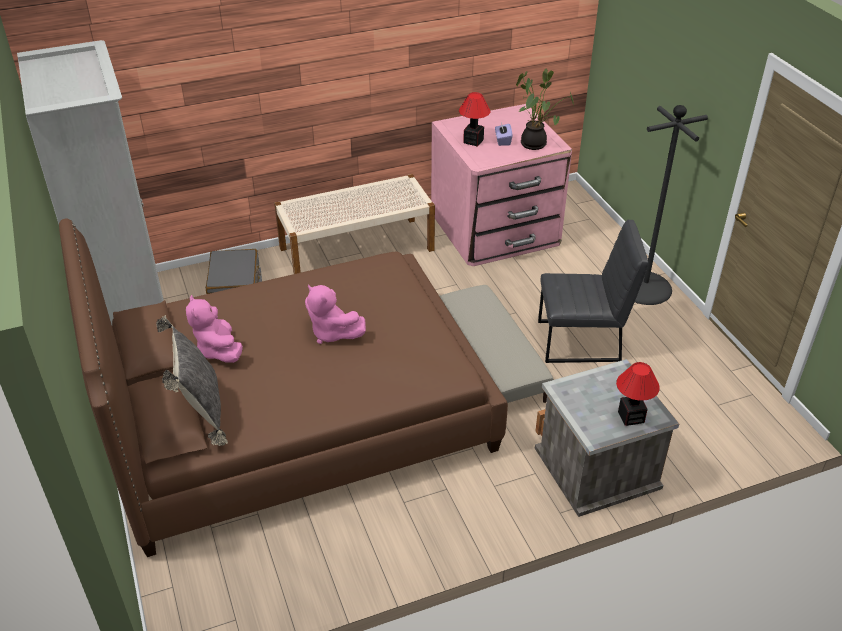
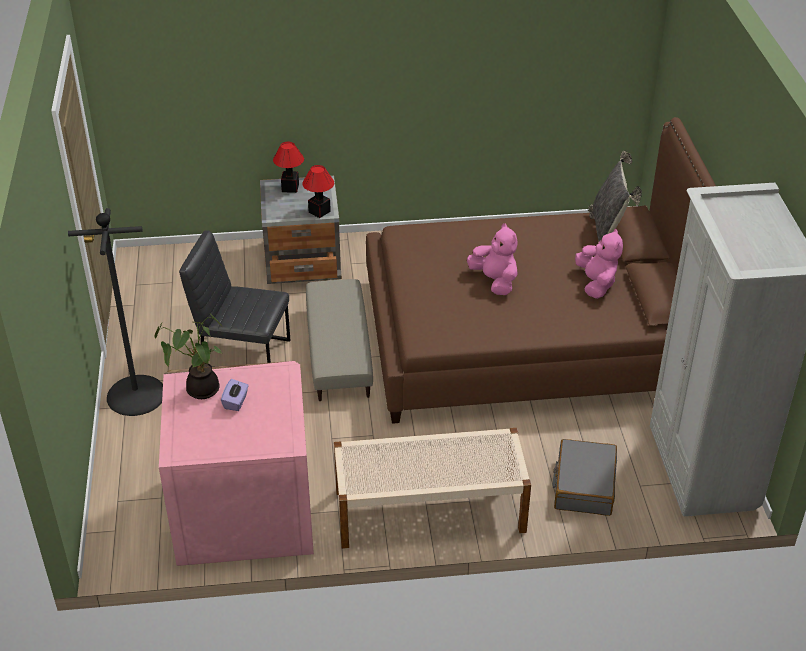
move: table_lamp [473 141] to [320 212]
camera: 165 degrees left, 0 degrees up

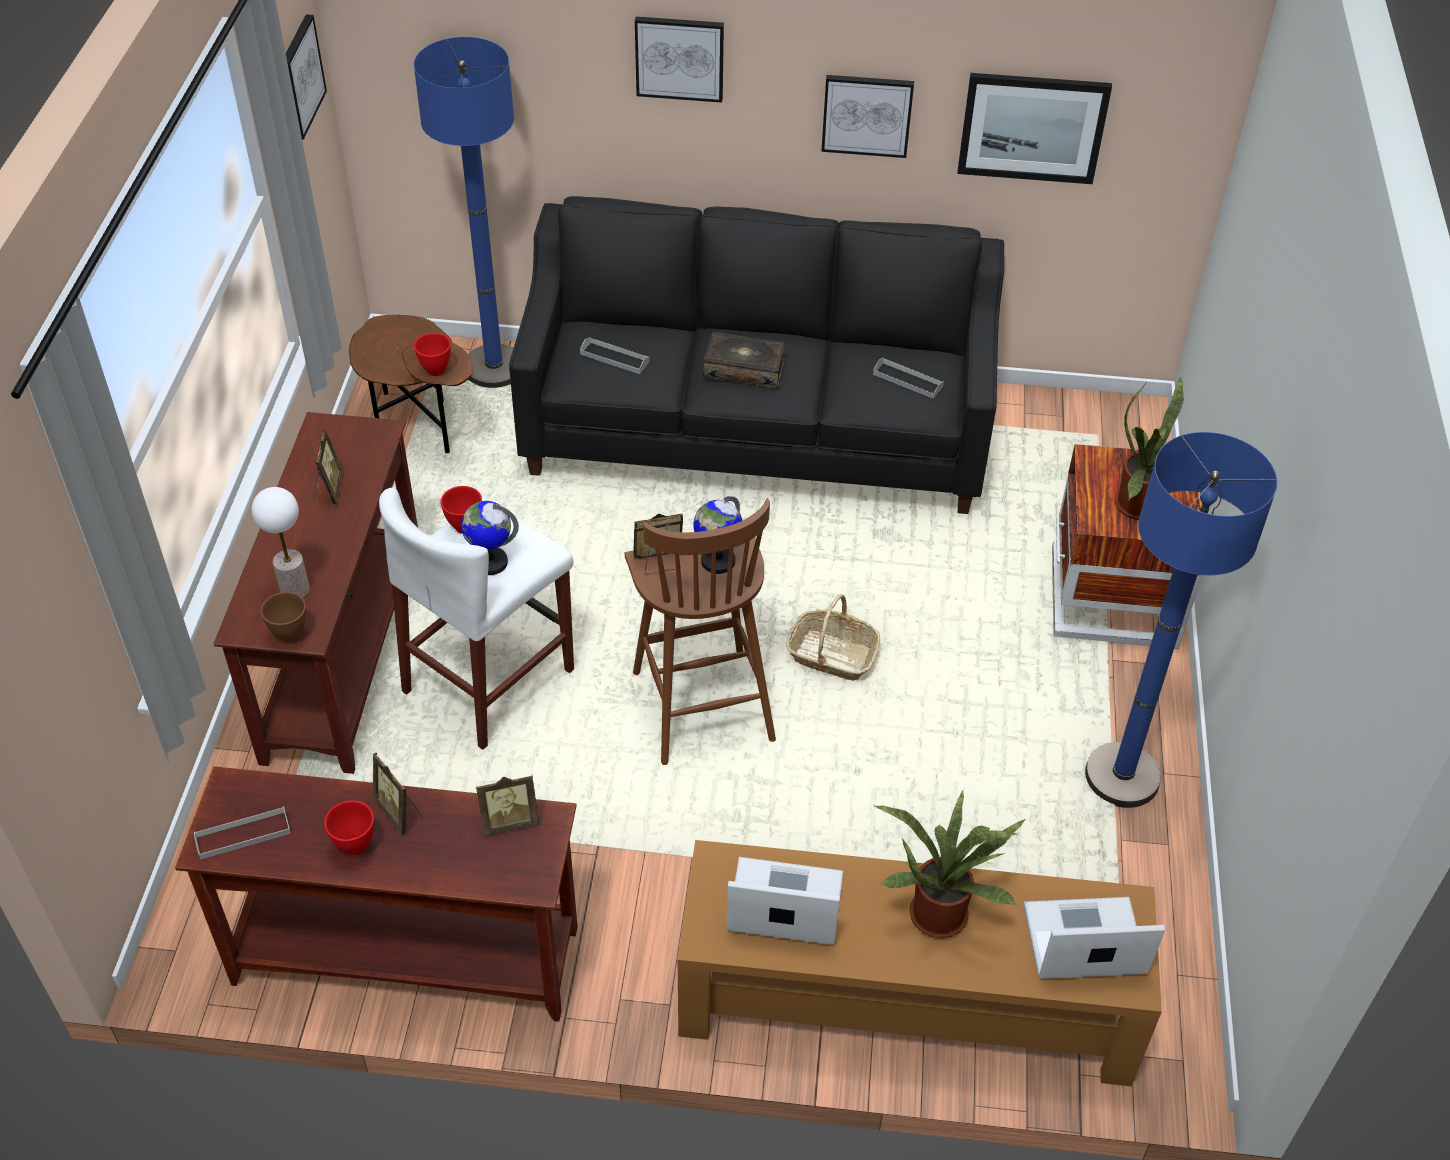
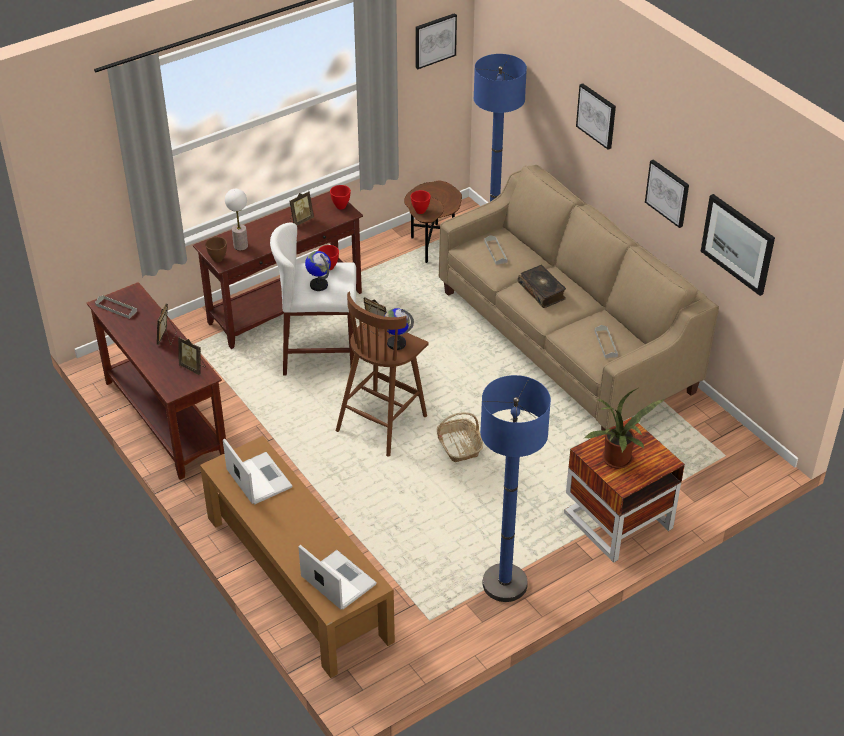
delete: potted_plant [940 910]
move: reddish_serving_bowl [355 845] to [341 206]
recolor: black-coloured_sofa [758 431] to beige_sofa [566 342]
camera: 50 degrees right, 5 degrees down

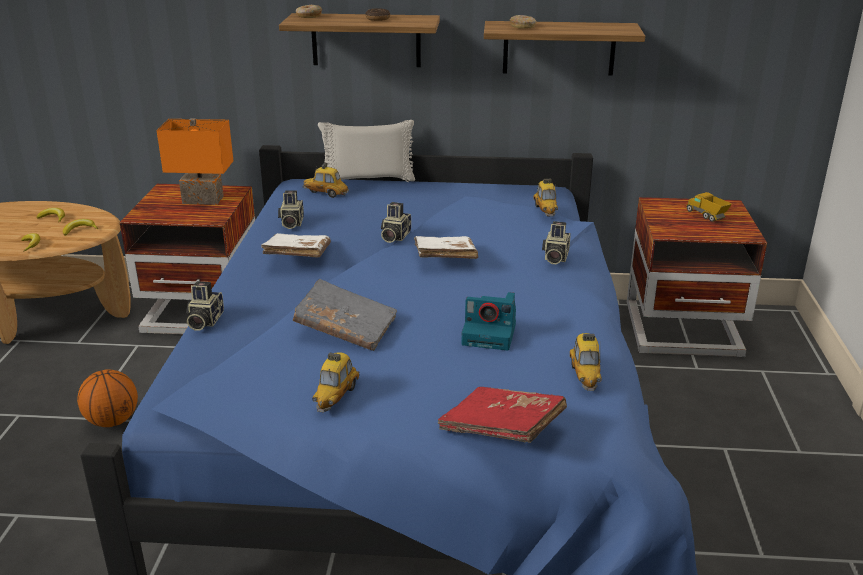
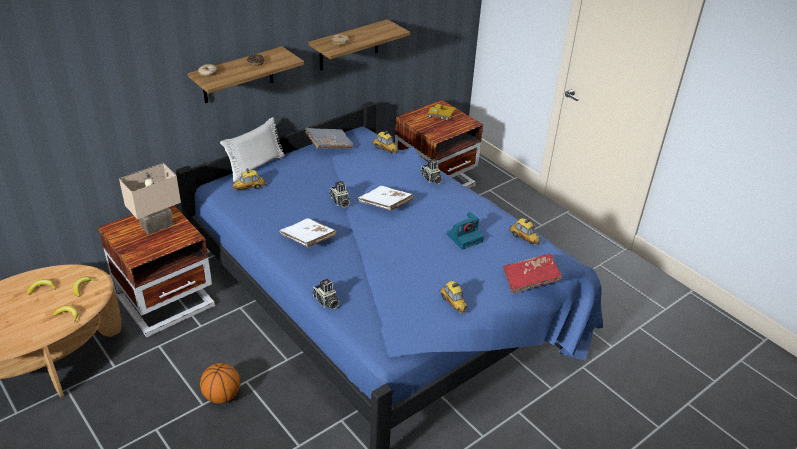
delete: still_camera [291 223]
move: greyish_volume [346 329] to [329 145]
recolor: orange_table_lamp [204 199] to beige_table_lamp [156 224]
camera: 45 degrees left, 10 degrees up

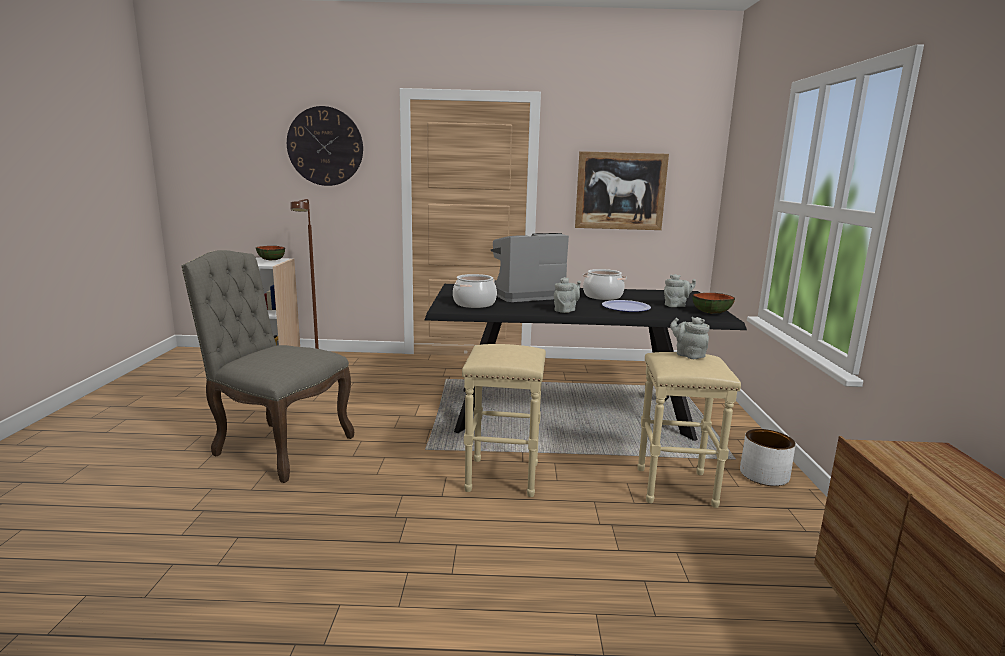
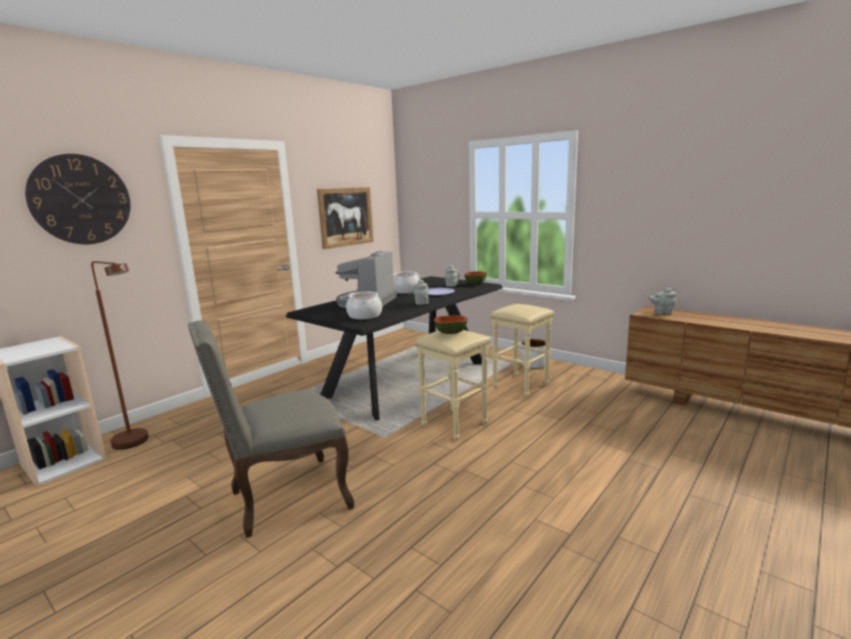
move: serving_bowl [271 260] to [450 333]; greyish_teapot [688 355] to [661 312]
camera: 50 degrees left, 0 degrees up

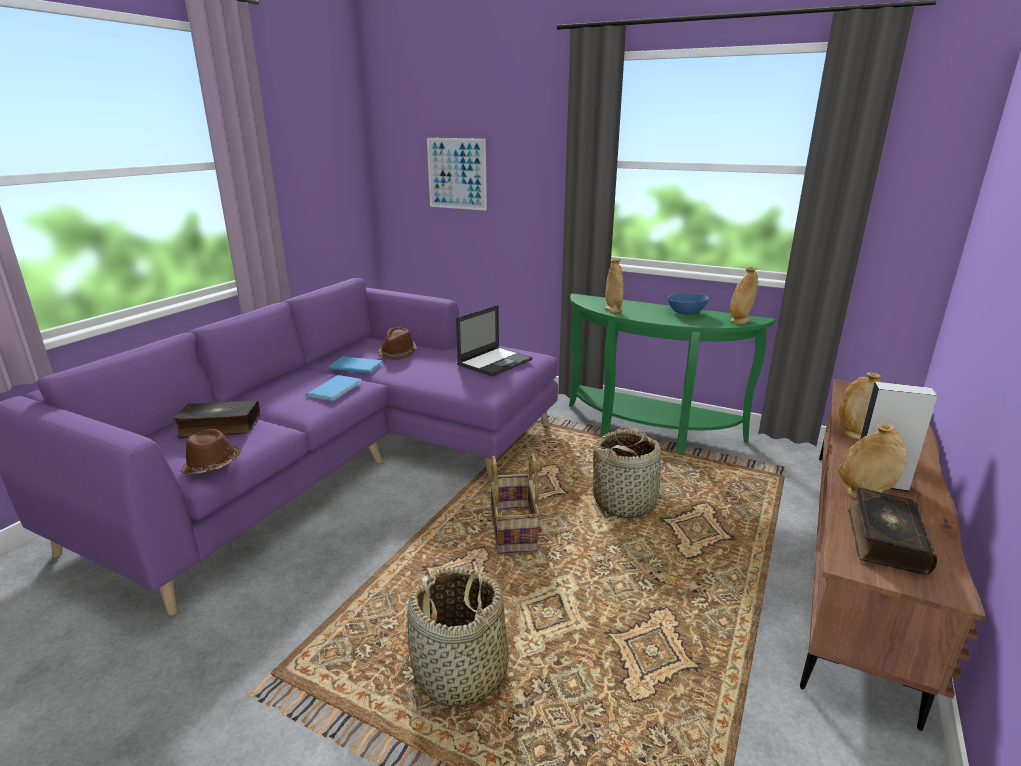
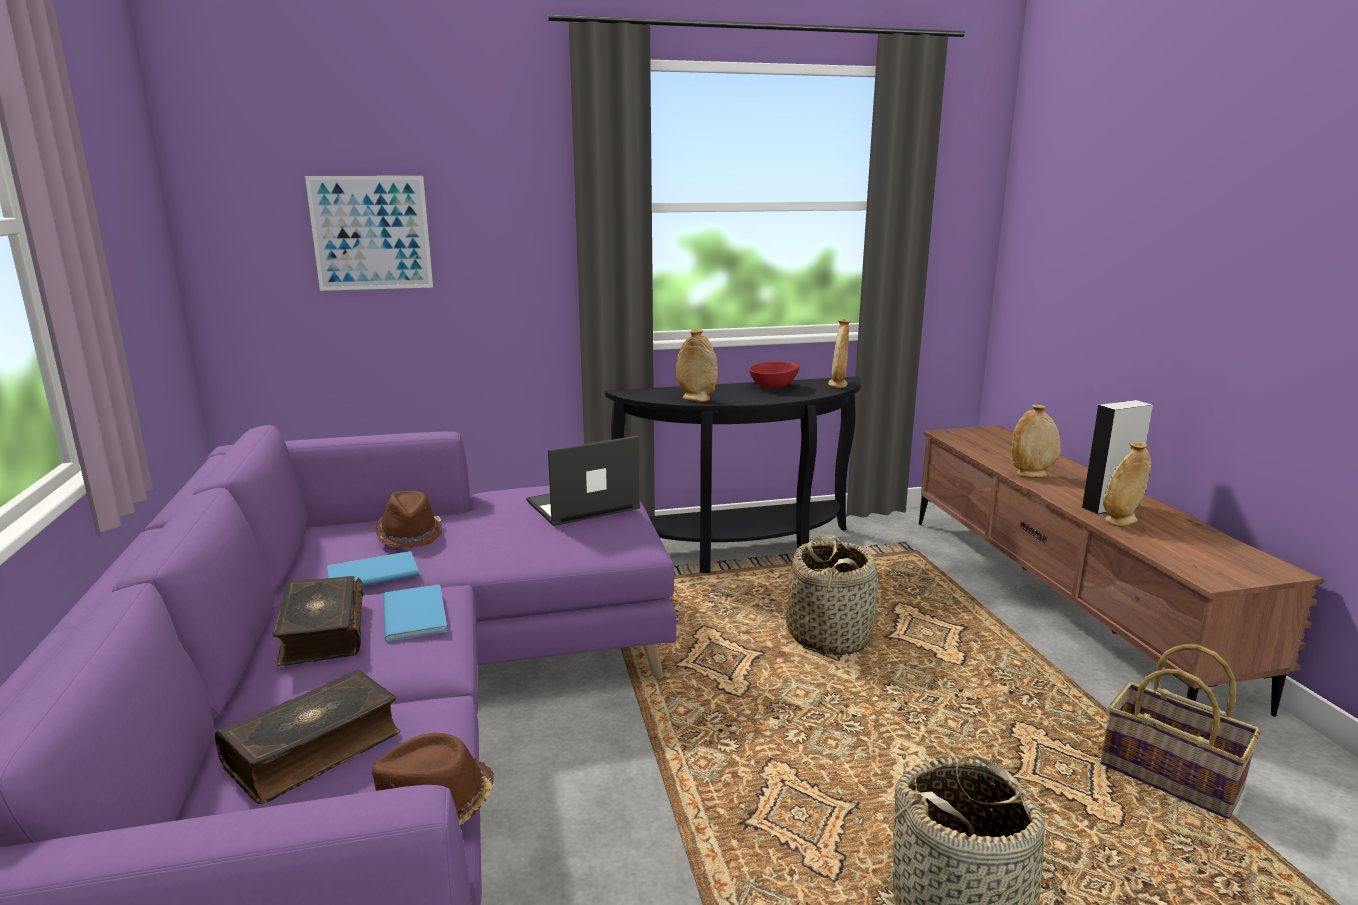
move: basket [514 530] to [1171 776]; volume [884 540] to [321 633]
recolor: green-coloured_console_table [648 432] to black-coloured_console_table [742 552]; blue-coloured_serving_bowl [687 313] to reddish_serving_bowl [773 386]
rotate: portable_computer [495 361] = [581 505] 120 degrees counterclockwise
camera: 40 degrees left, 5 degrees down

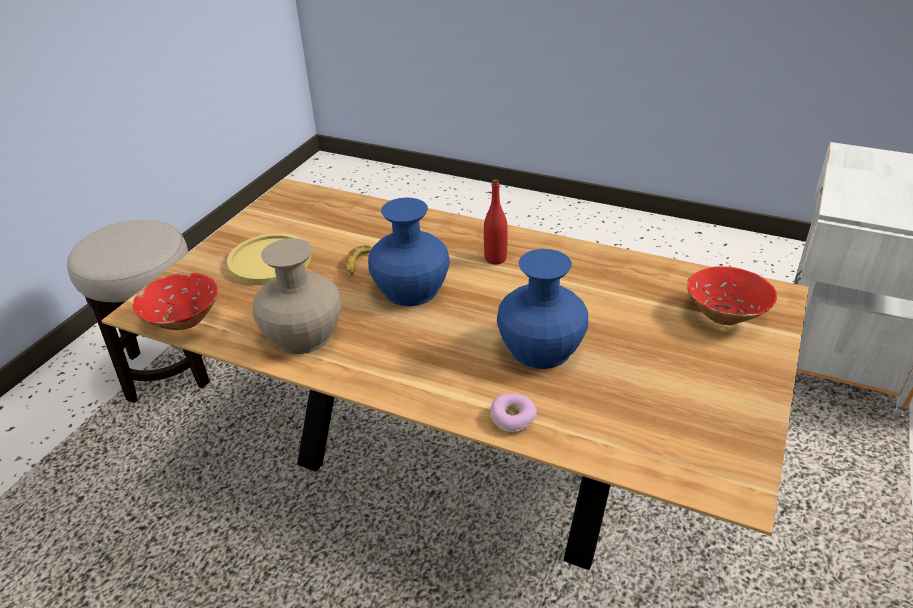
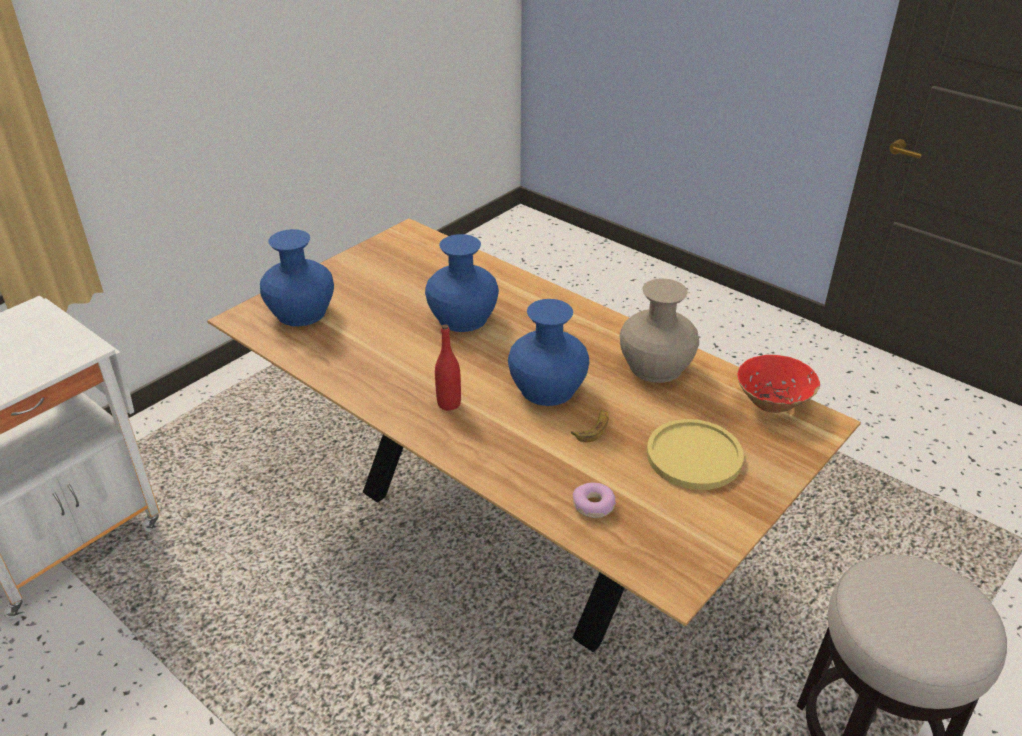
move: doughnut [512 418] to [593 505]
replace: reddish_serving_bowl [725 315] to blue-coloured_vase [301 312]
camera: 165 degrees left, 0 degrees up

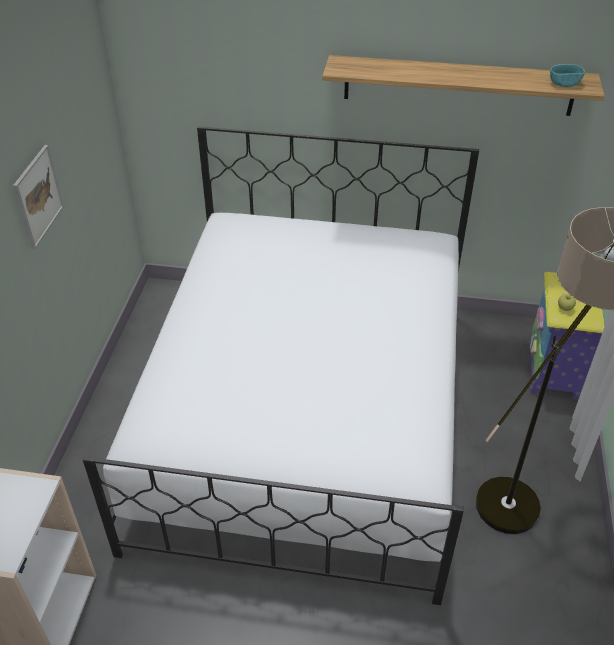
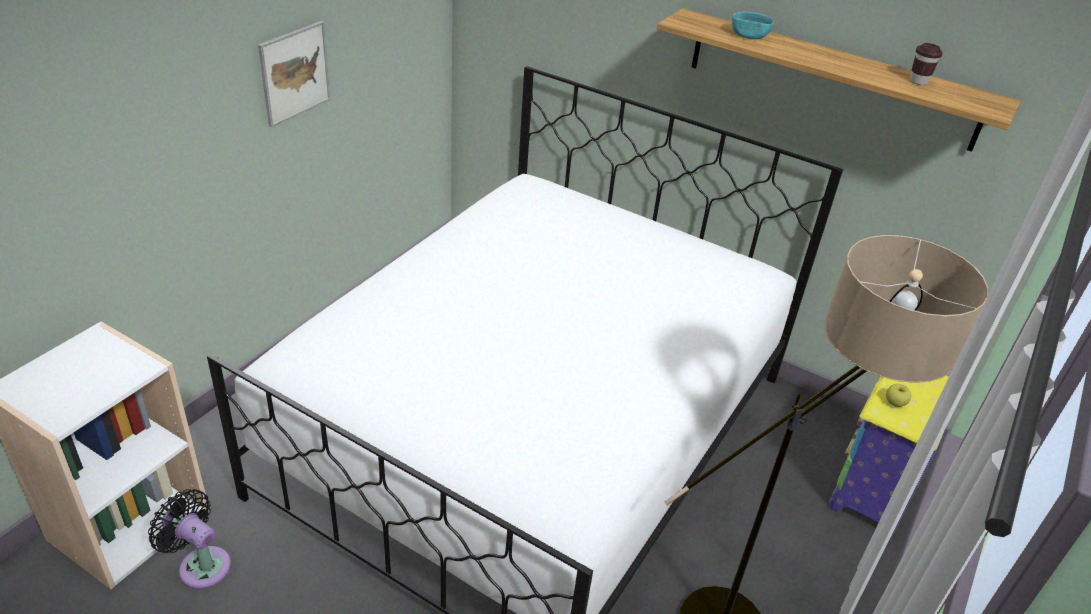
insert: black-coloured_cooling_fan [201 564]; brownish_drinking_cup [918 82]
move: turquoise_serving_bowl [564 83] to [749 36]
camera: 20 degrees right, 5 degrees down

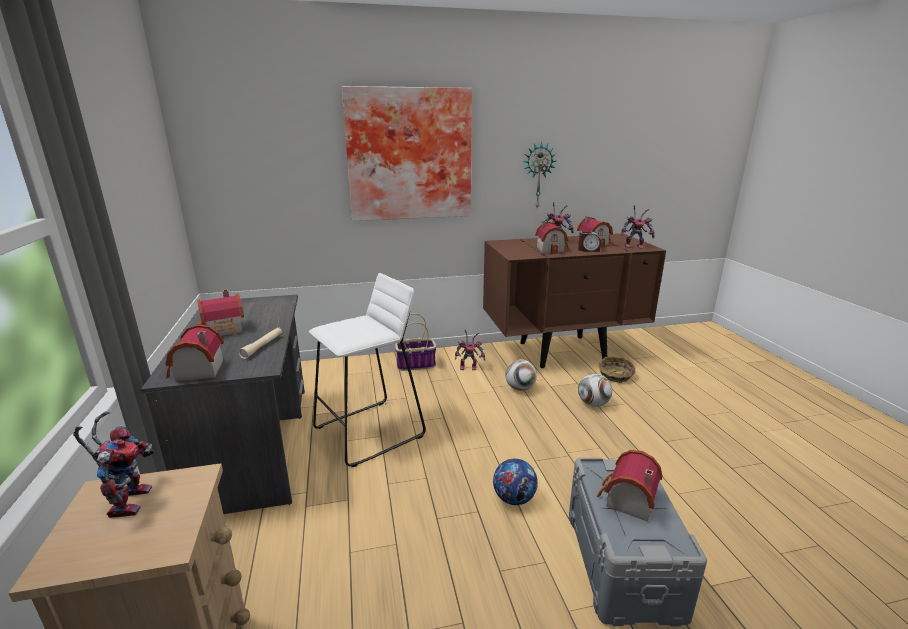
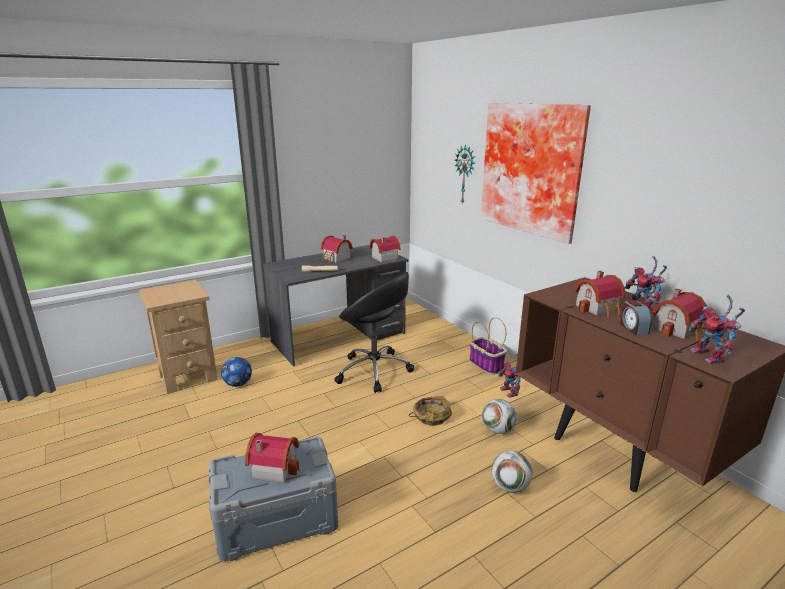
delete: model_robot [128 499]
move: model_house [196 371] to [383 258]; football [514 498] to [238 384]; hanging_clock [538 175] to [465 174]; basket [615 375] to [431 416]
replace: white_stool_seat [370 432] to black-coloured_computer_chair [375 371]
camera: 70 degrees right, 0 degrees up

